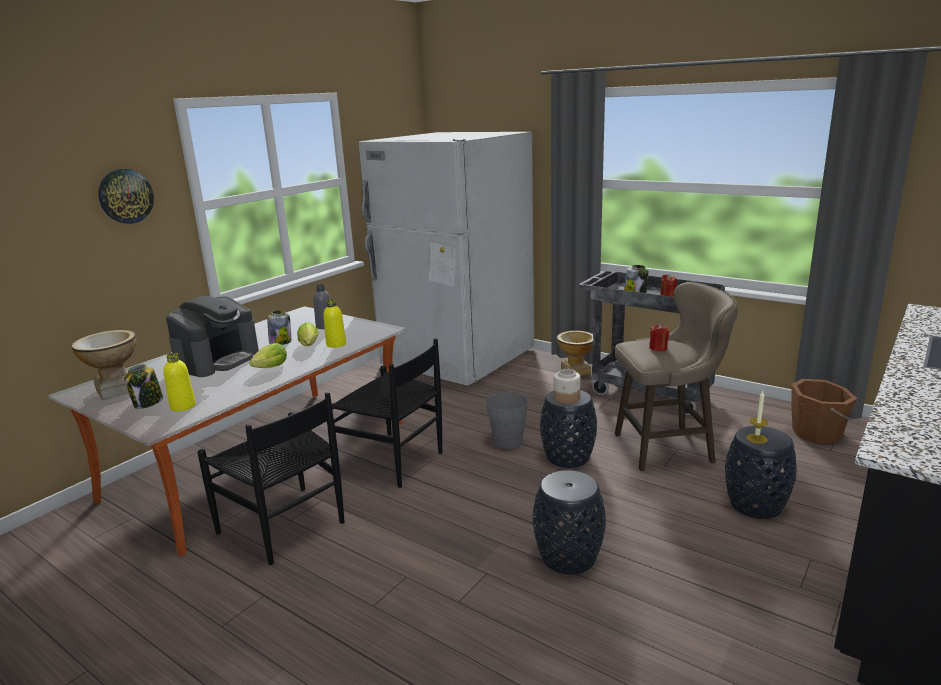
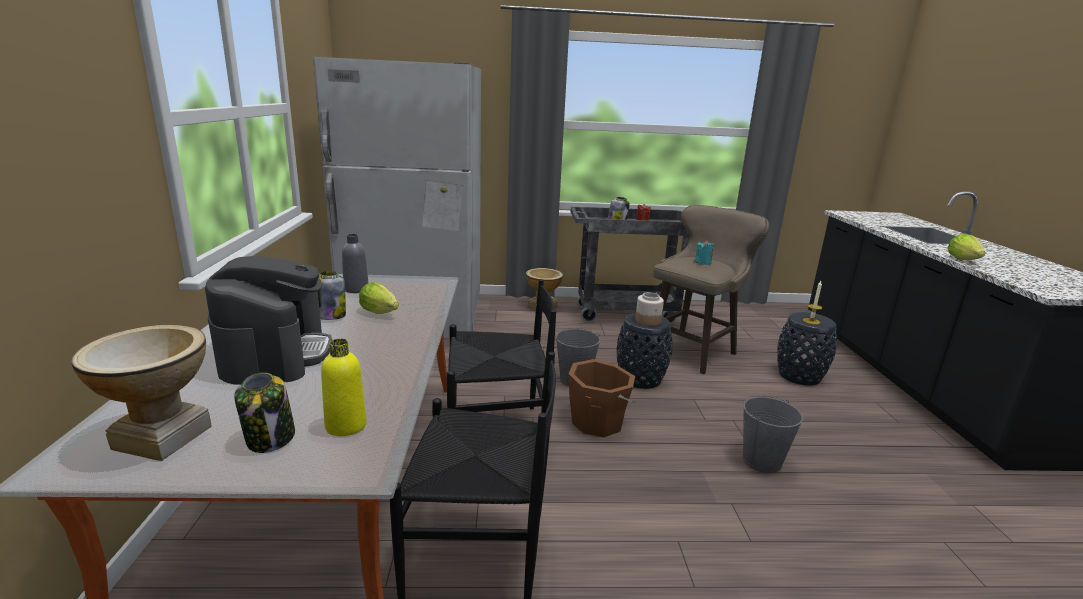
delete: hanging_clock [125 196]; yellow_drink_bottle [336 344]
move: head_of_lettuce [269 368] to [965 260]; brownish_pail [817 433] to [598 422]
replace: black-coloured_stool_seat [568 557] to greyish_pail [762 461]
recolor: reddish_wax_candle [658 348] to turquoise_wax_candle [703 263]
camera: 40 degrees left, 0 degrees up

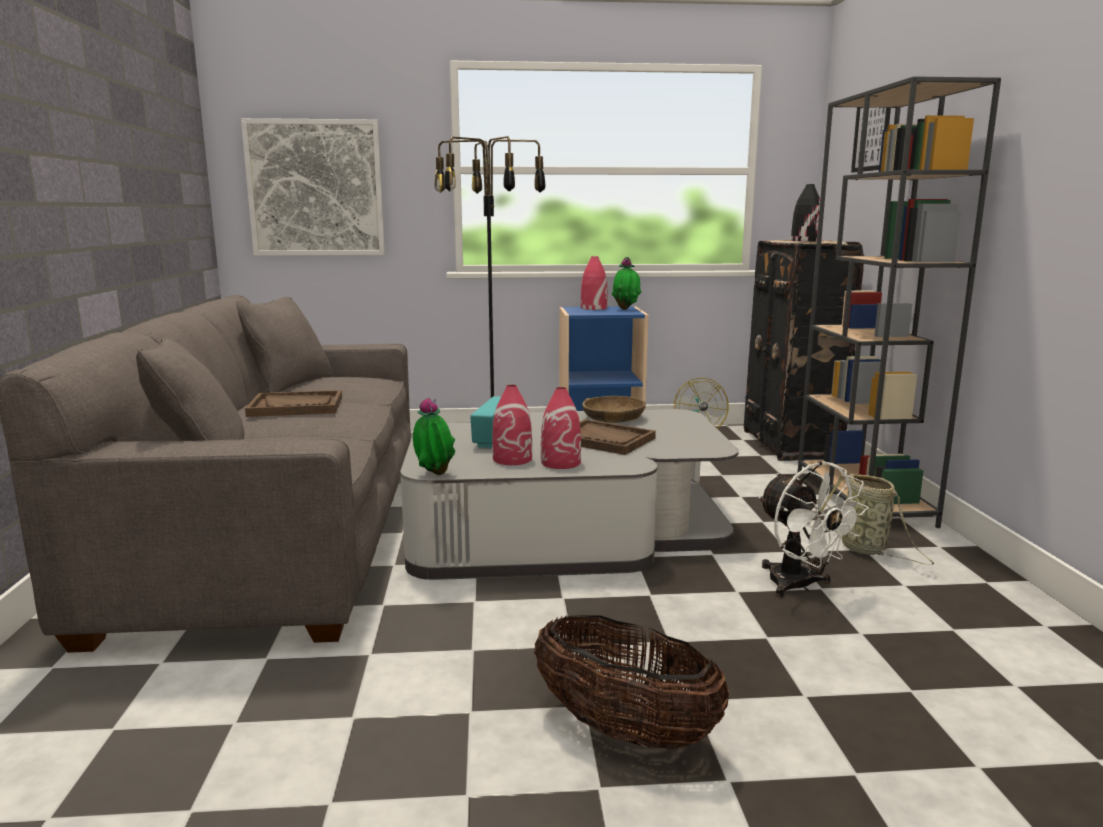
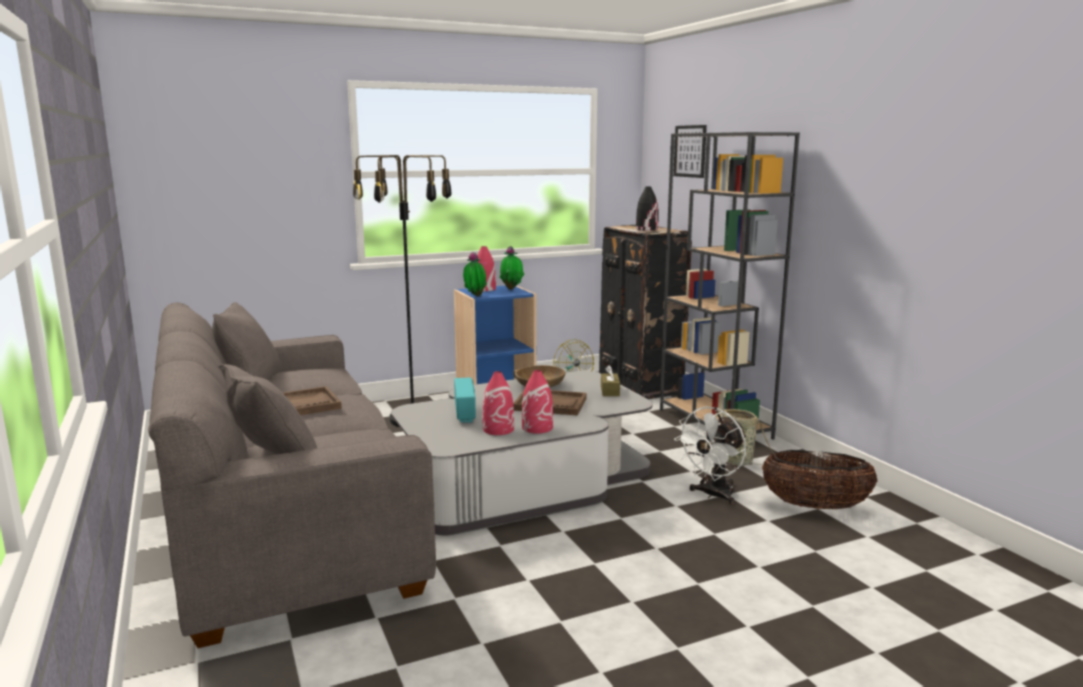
delete: picture [315 188]
insert: brownish_tissue_holder [610 391]
move: potted_plant [433 475] to [474 296]; basket [624 730] to [815 506]
rotate: white_cooling_fan [799 586] = [713 495] 90 degrees clockwise
camera: 20 degrees left, 0 degrees up

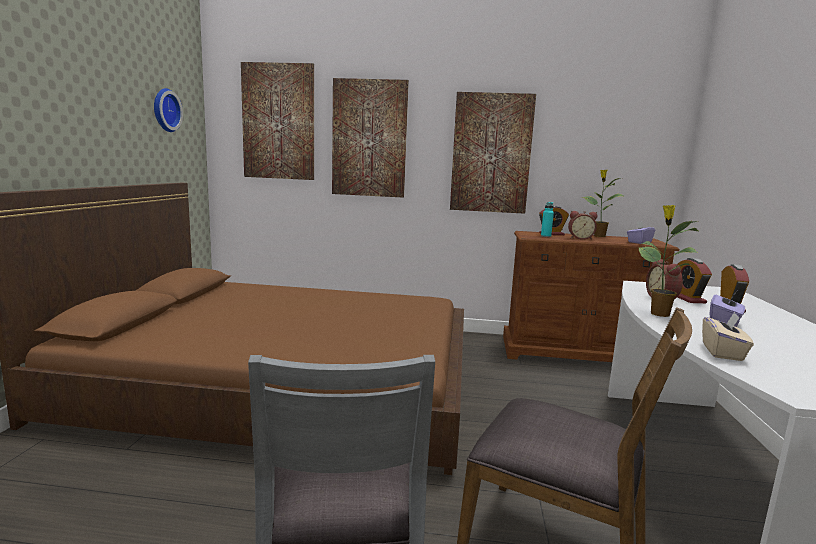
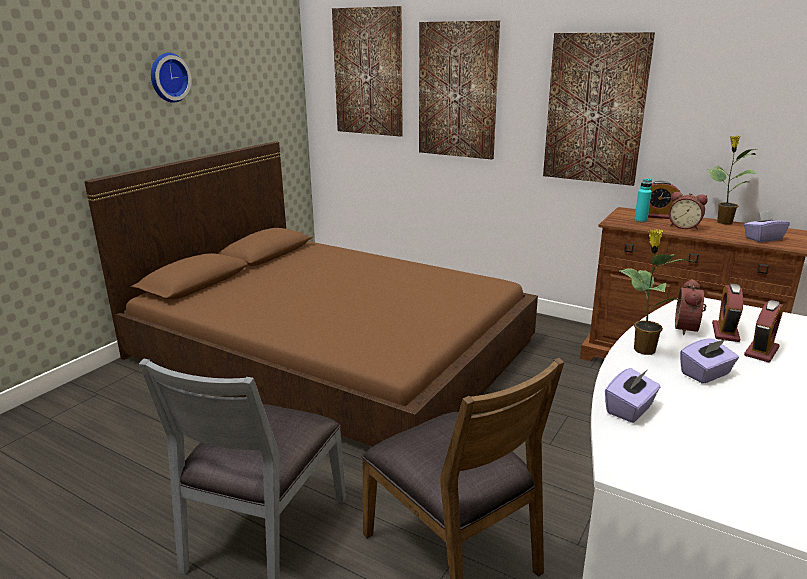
move: hanging_clock [164 110] to [168 77]
recolor: beige_tissue_holder [723 352] to purplish_tissue_holder [630 409]
camera: 25 degrees right, 10 degrees up

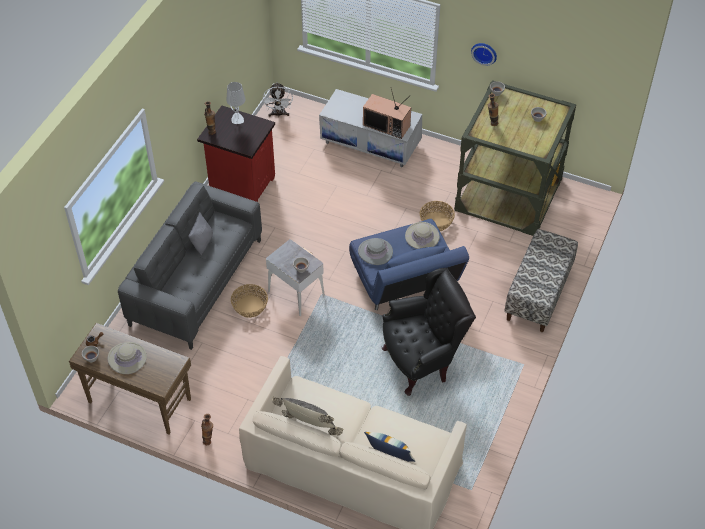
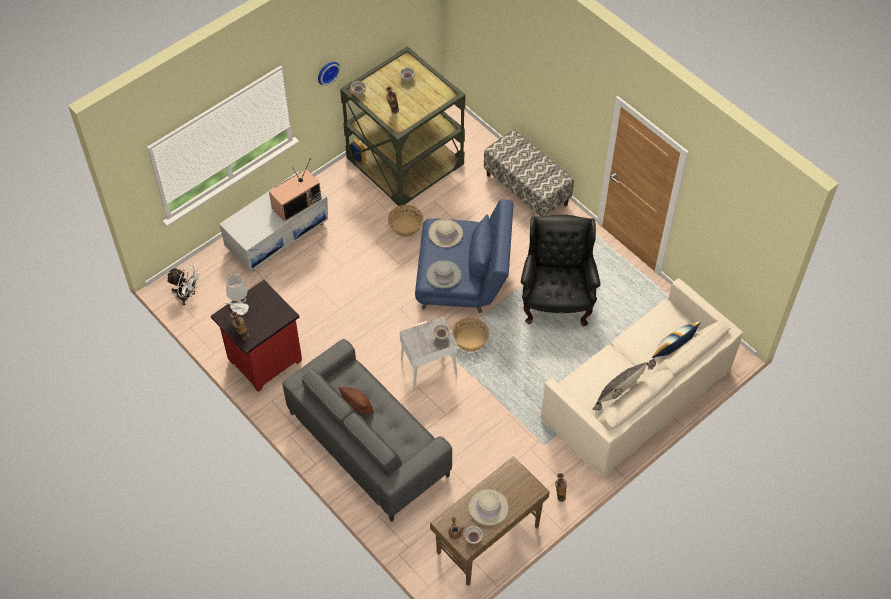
move: basket [250 306] to [470 340]
recolor: greyish_pillow [202 242] to brownish_pillow [357 407]
camera: 65 degrees left, 5 degrees up

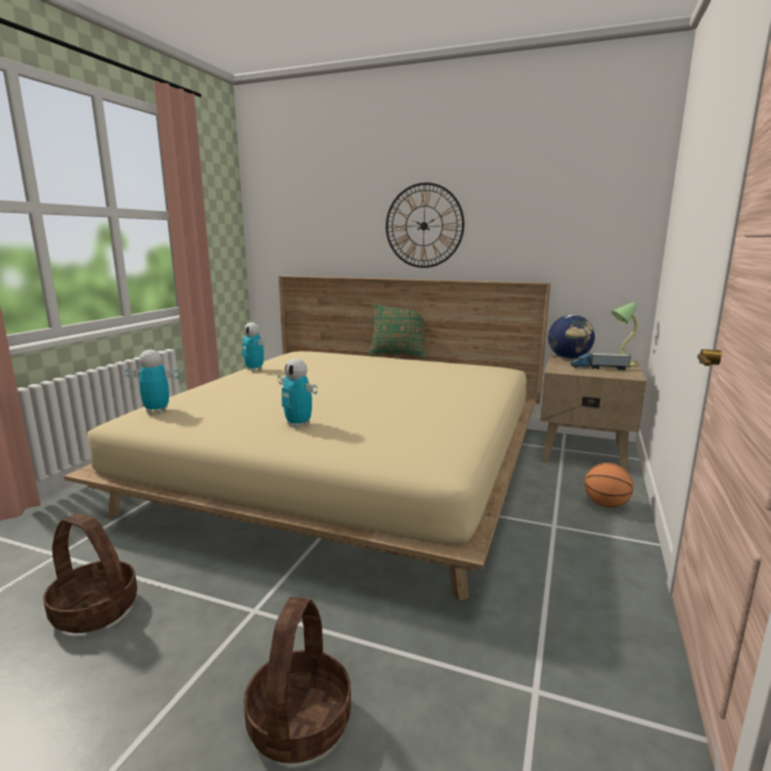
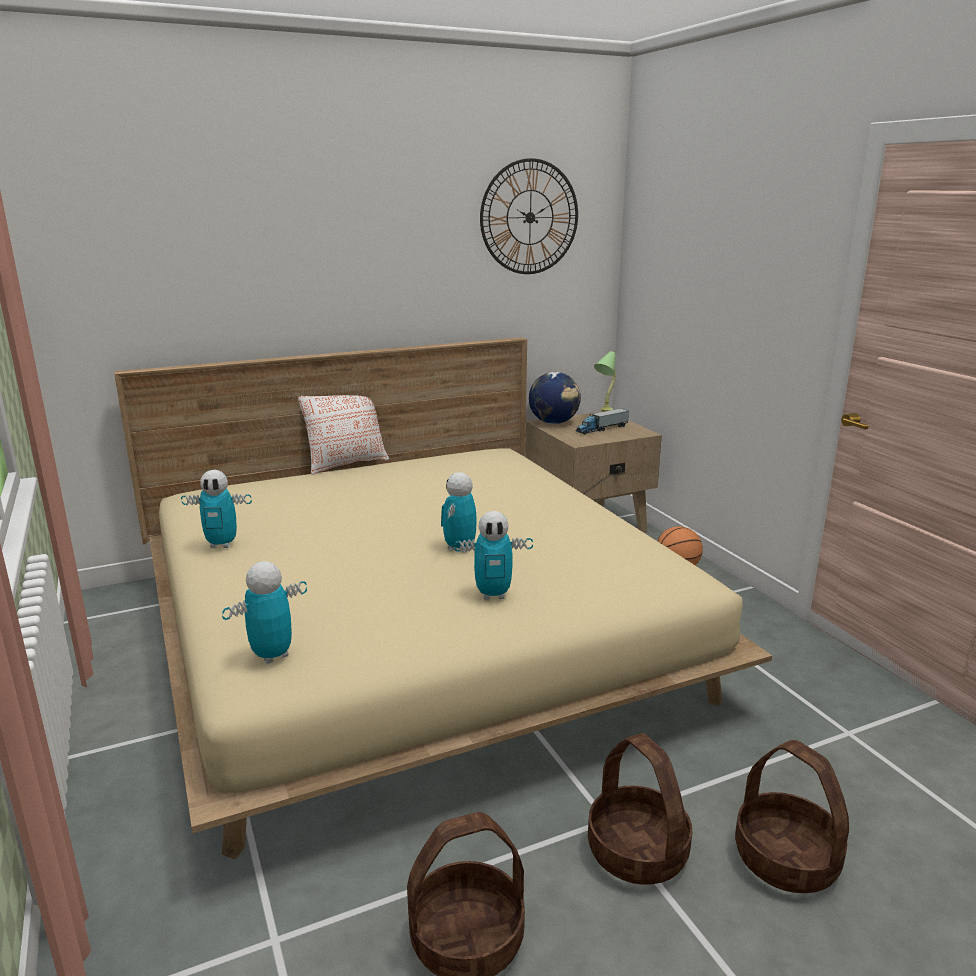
insert: model_robot [459 548]; basket [638 852]
move: hanging_clock [424 226] to [530 217]
recolor: green-coloured_pillow [398 356] to white_pillow [346 464]
camera: 45 degrees left, 5 degrees up

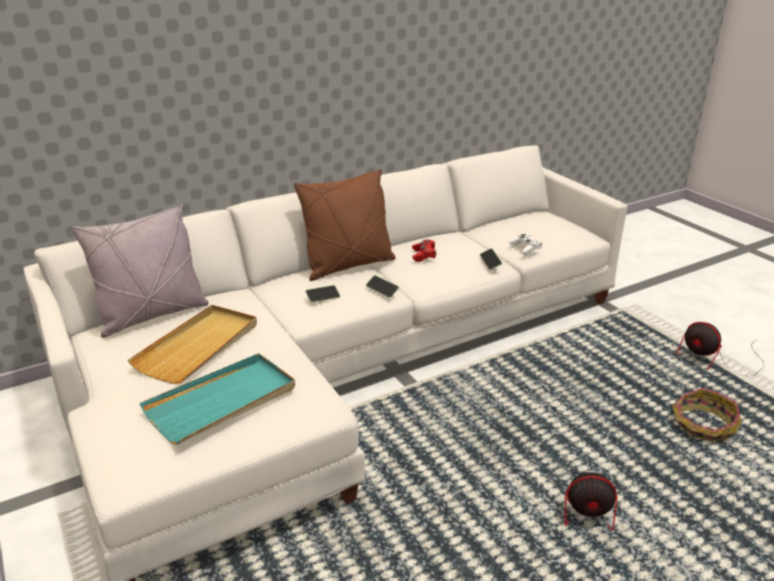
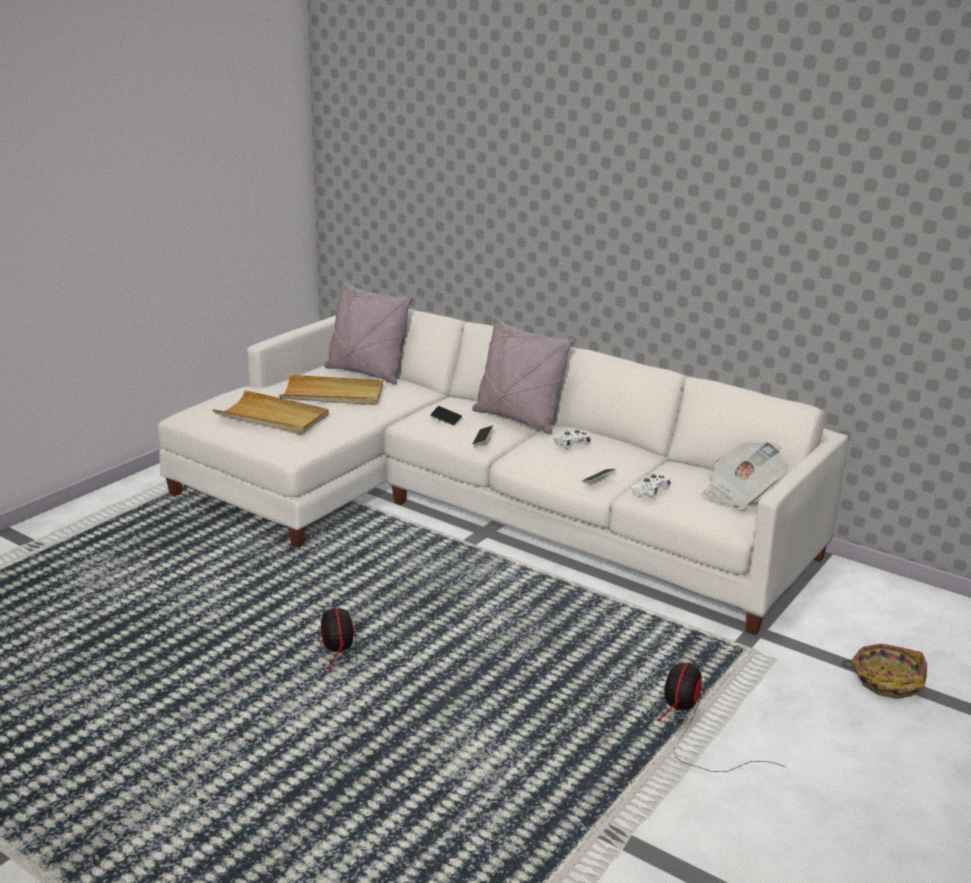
insert: newspaper [740 494]
move: basket [702 426] to [886 680]
recolor: turquoise_serving_tray [222 401] to beige_serving_tray [272 417]; brownish_pillow [348 266] to purplish_pillow [517 419]; reddish_joypad [423 256] to white_joypad [572 445]
camera: 65 degrees right, 5 degrees down

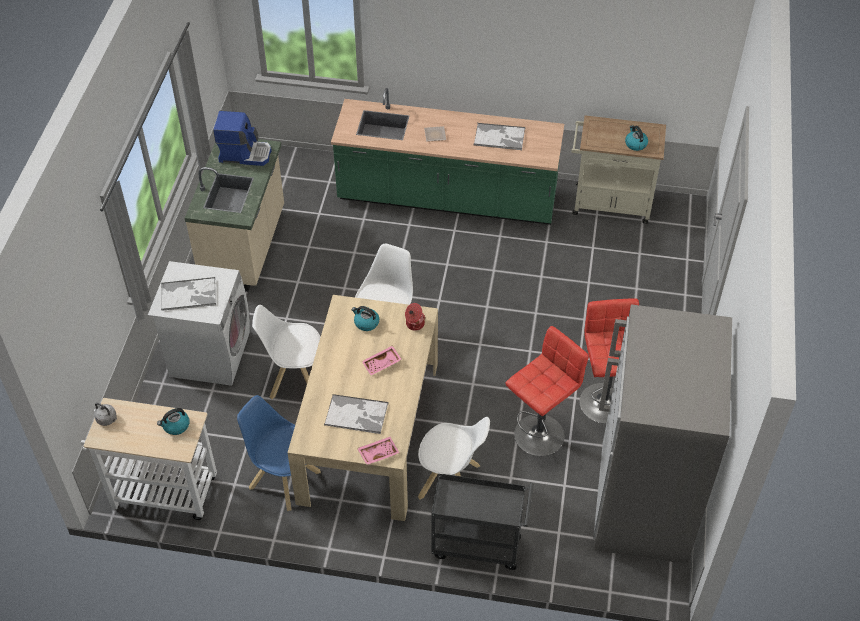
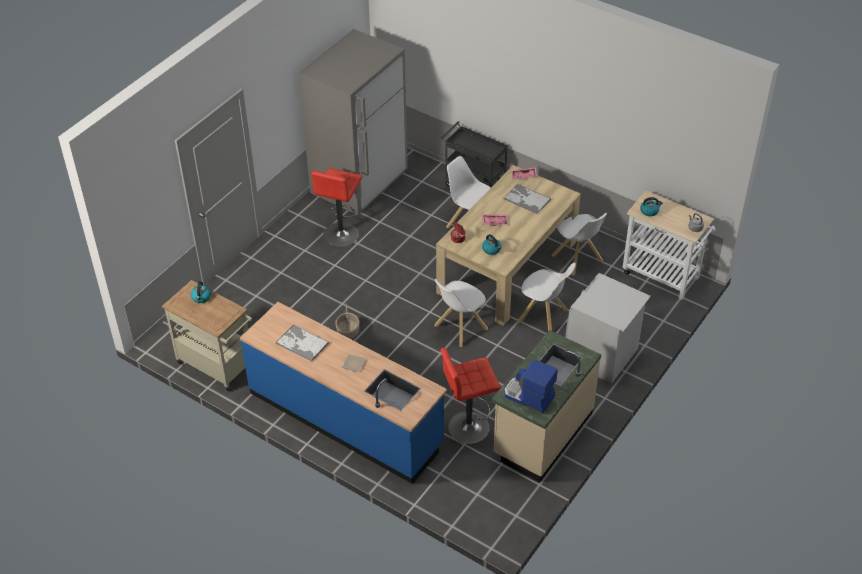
delete: serving_tray [189 294]
insert: basket [347 331]
move: reddish_stool_seat [540 435] to [468 427]
recolor: blue-coloured_upright_chair [283 478] to white_upright_chair [578 259]; green-coloured_kitchen_counter [447 199] to blue-coloured_kitchen_counter [346 418]
camera: 155 degrees left, 5 degrees down

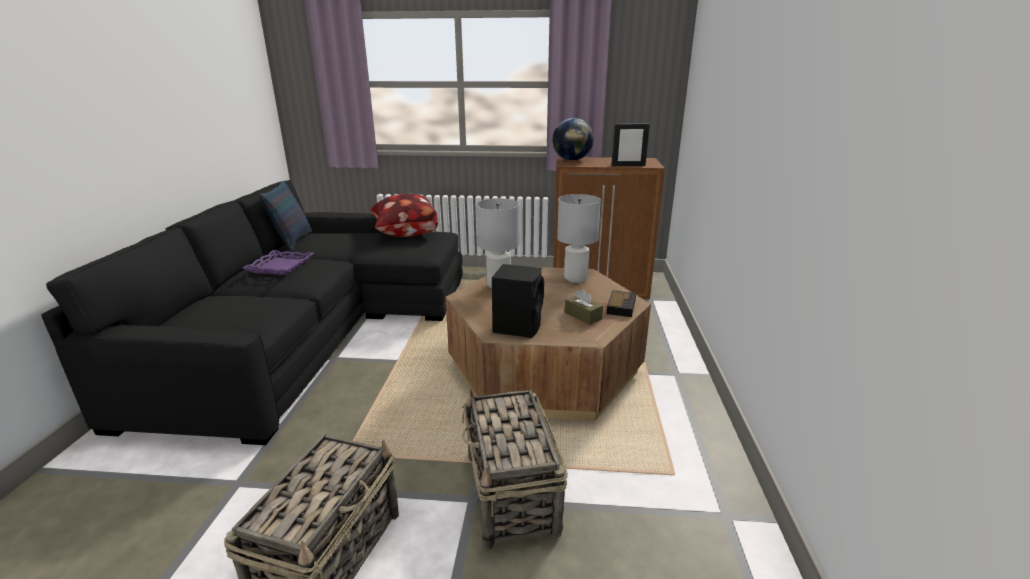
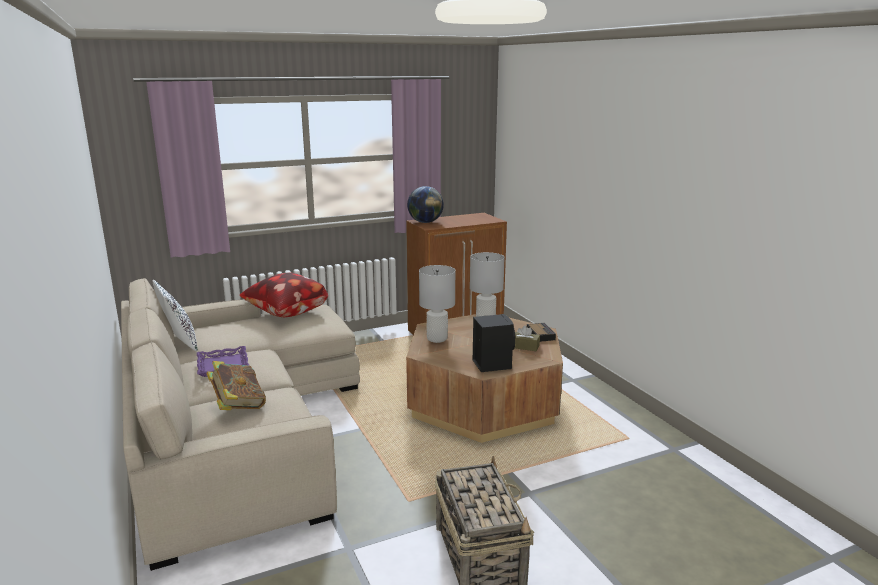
delete: basket [511 494]; picture_frame [628 165]
insert: volume [238 405]
recolor: black-coloured_sofa [311 329] to beige_sofa [238 427]; blue-coloured_pillow [293 241] to white_pillow [179 342]
camera: 30 degrees left, 5 degrees down

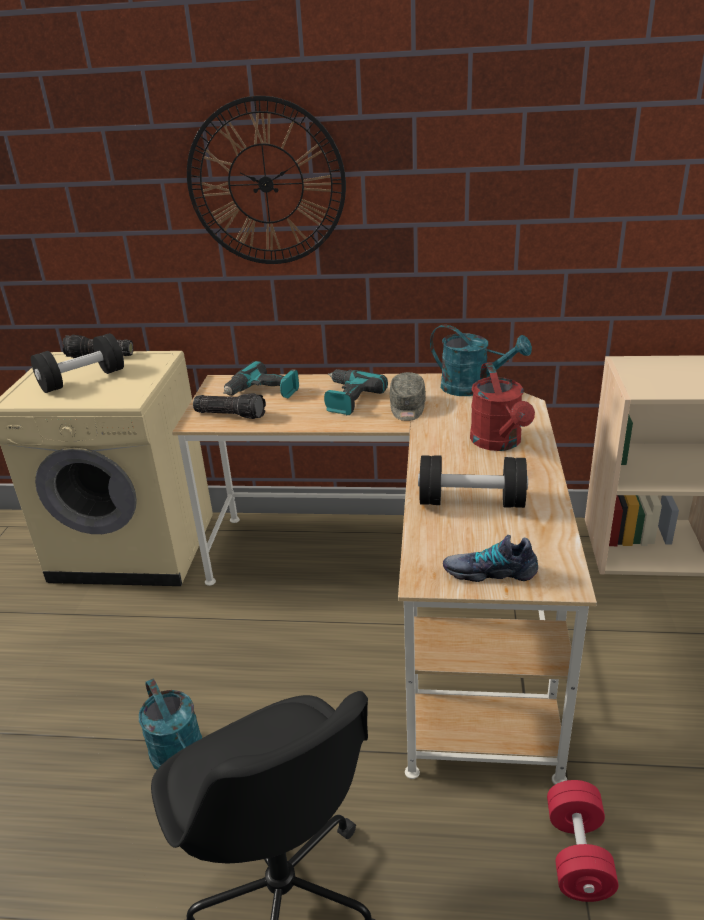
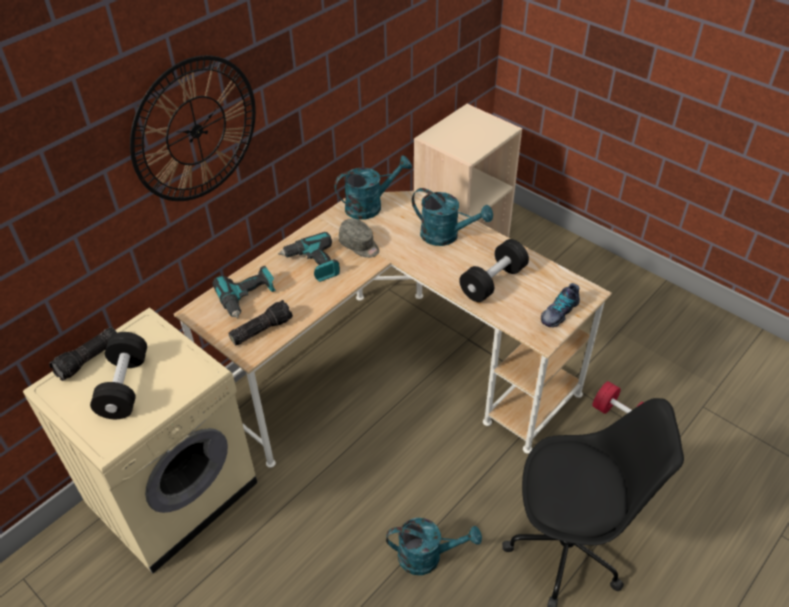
recolor: reddish_watering_can [499 443] to turquoise_watering_can [446 236]
camera: 55 degrees left, 15 degrees up

